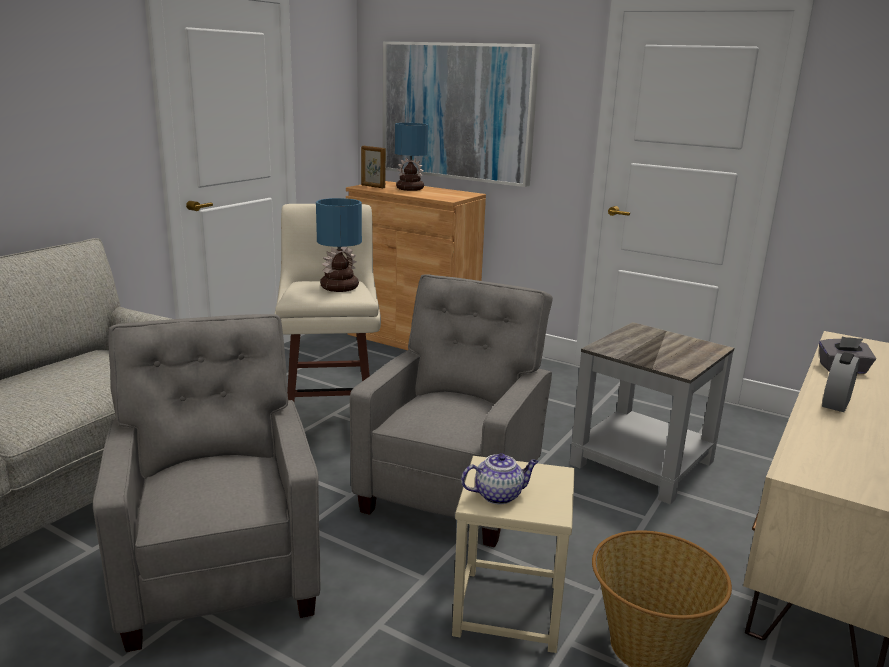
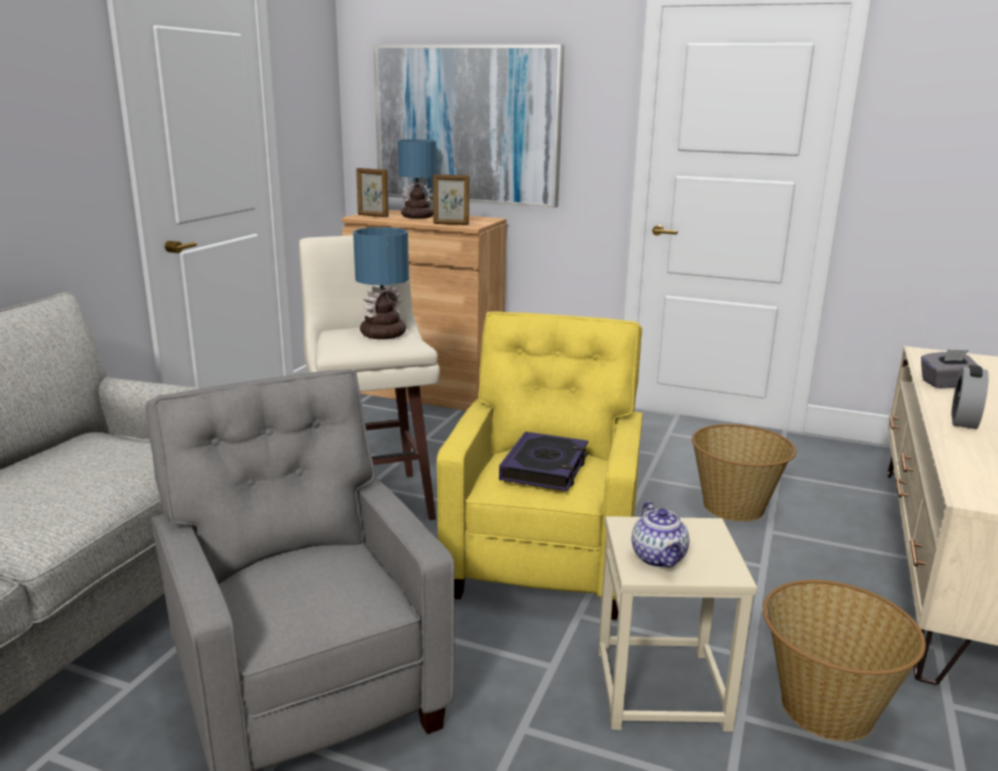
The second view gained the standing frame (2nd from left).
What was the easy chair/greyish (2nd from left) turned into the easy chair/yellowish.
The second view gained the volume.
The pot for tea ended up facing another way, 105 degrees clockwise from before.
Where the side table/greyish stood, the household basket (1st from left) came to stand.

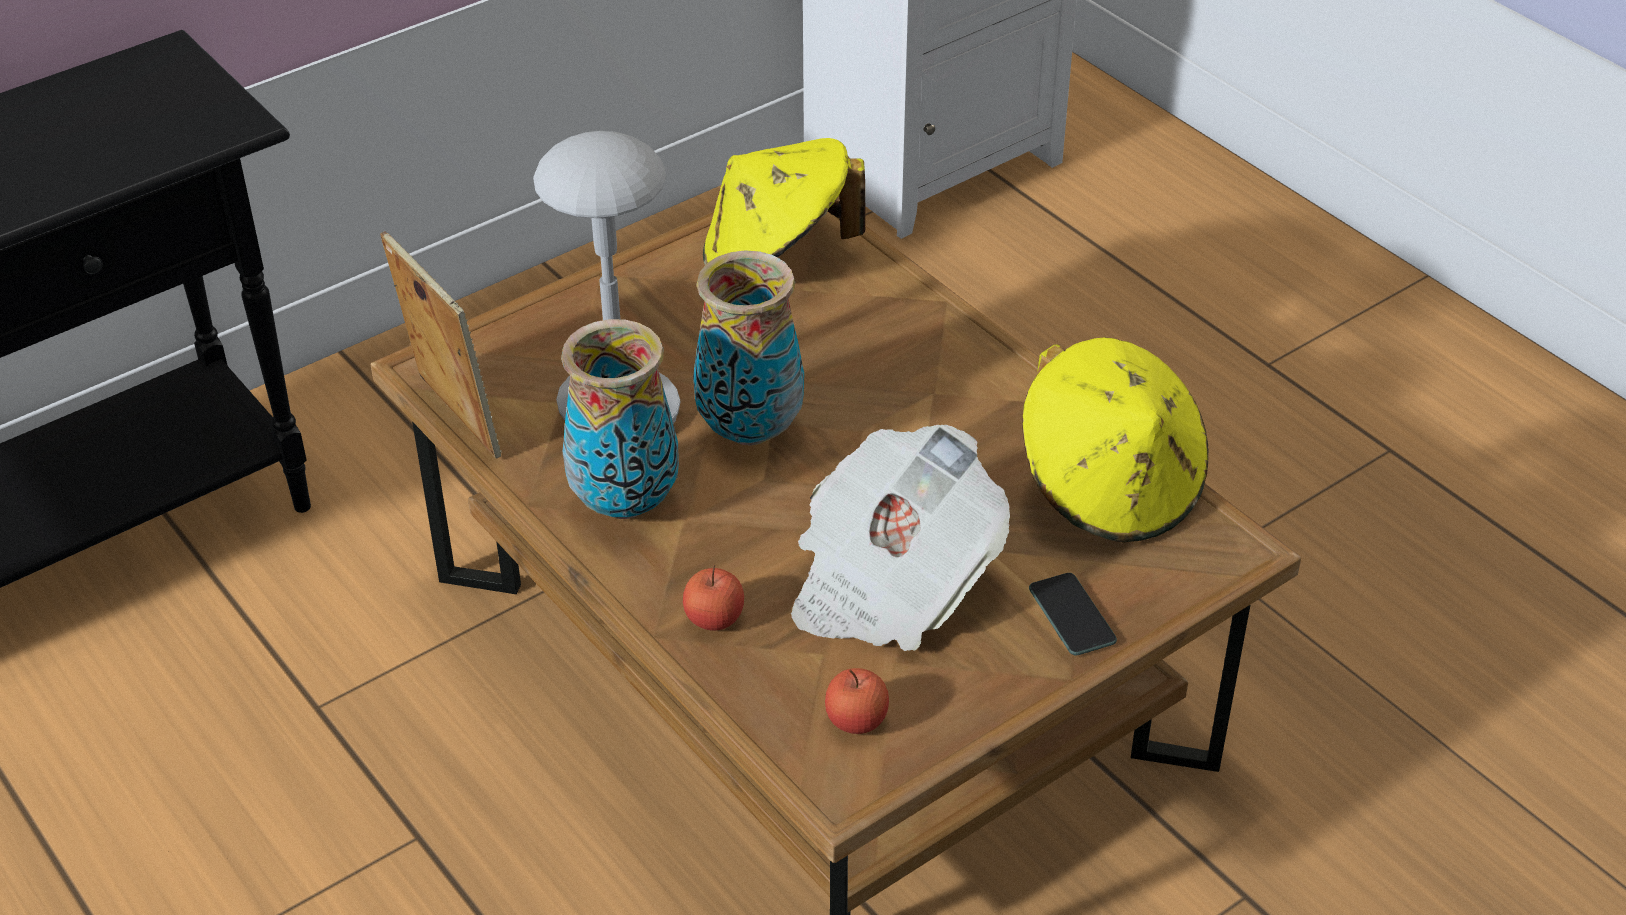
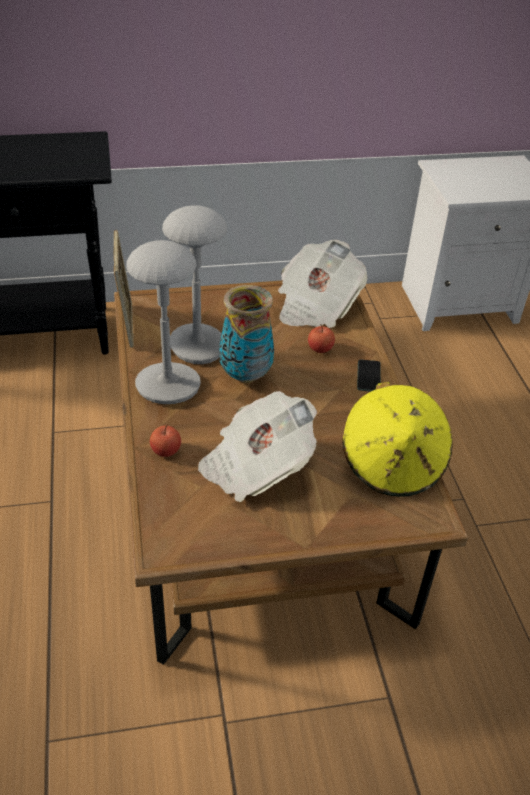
Where the vase (1st from left) stood, the tabletop lamp/greyish (1st from left) came to stand.
Where the hat/yellowish (1st from left) stood, the newspaper (2nd from left) came to stand.
The apple fruit (2nd from left) ended up elsewhere.
The phone ended up elsewhere.

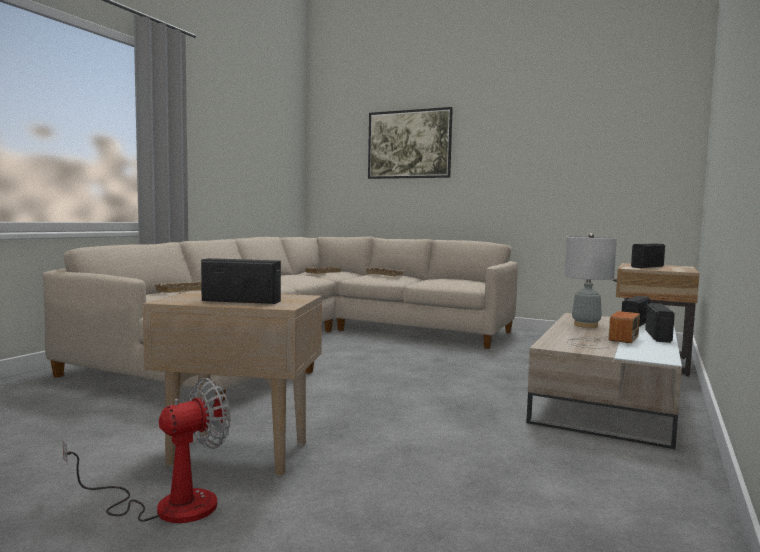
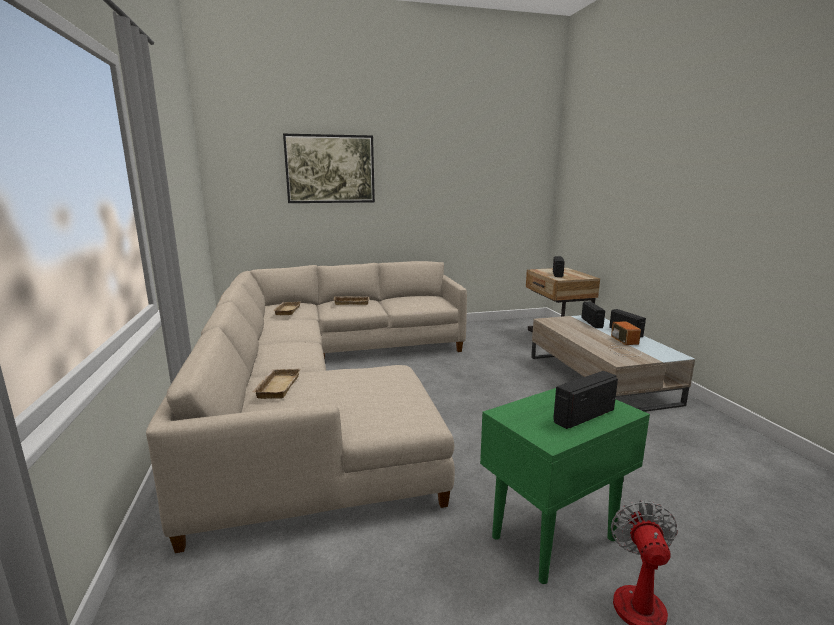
What was the side table/beige-coloured turned into the side table/greenish.
The second view lost the tabletop lamp/greyish.

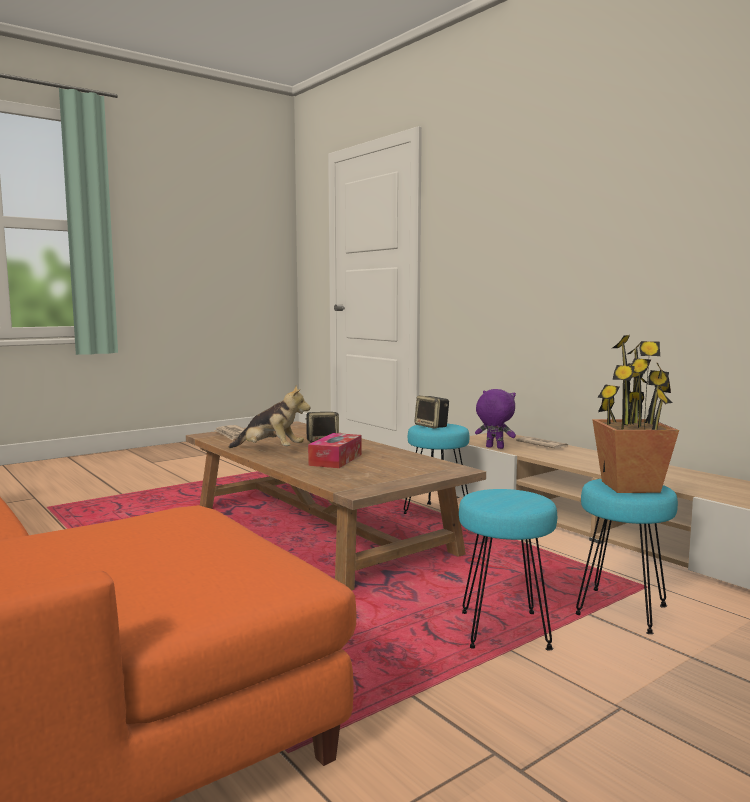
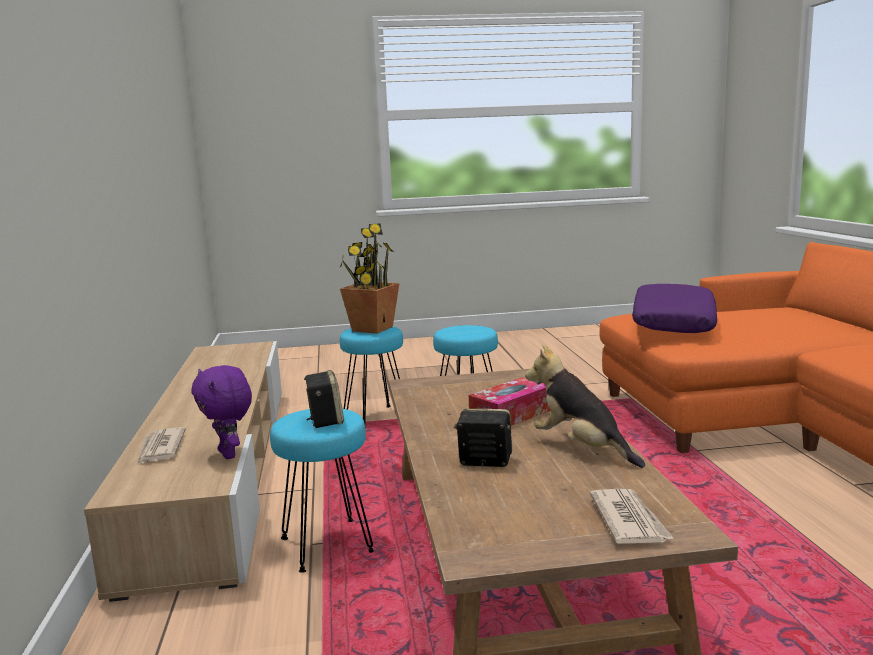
The second view gained the throw pillow/purplish.

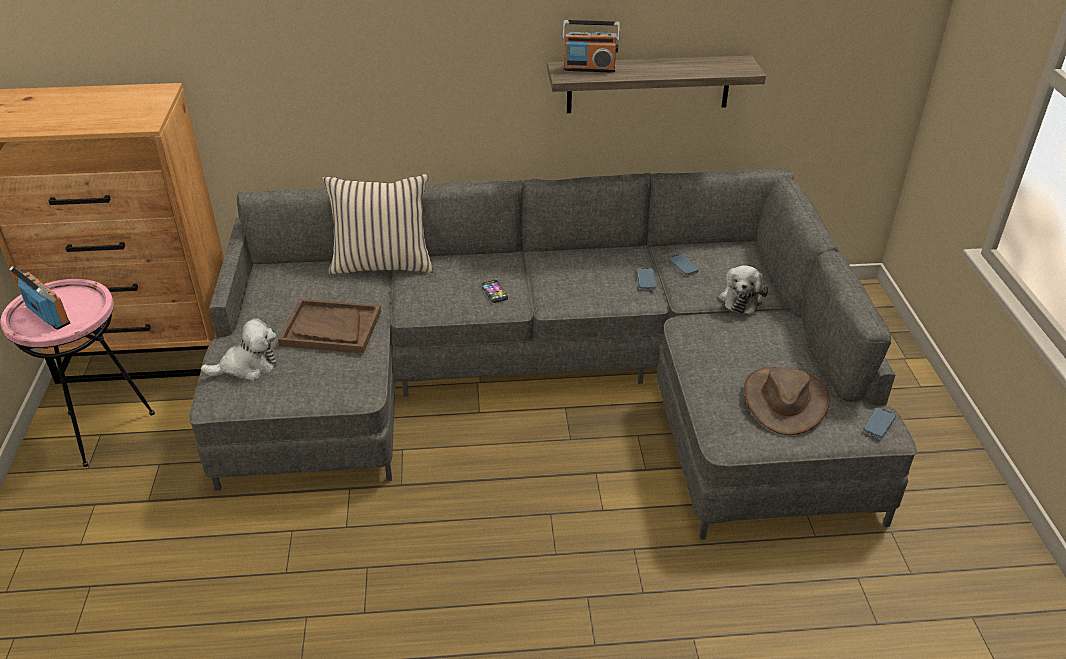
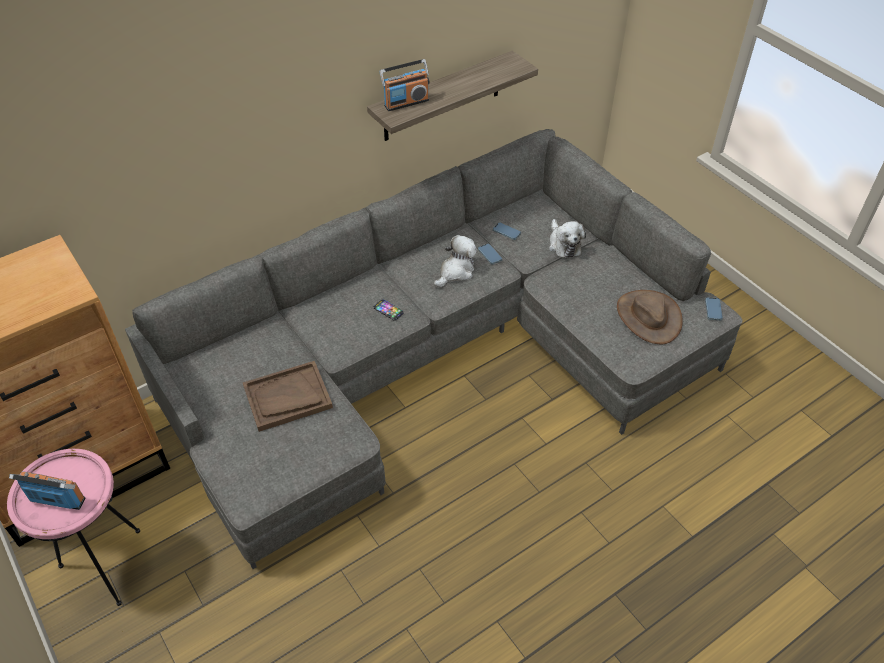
The soft toy (1st from left) ended up elsewhere.
The second view lost the throw pillow/beige-coloured.

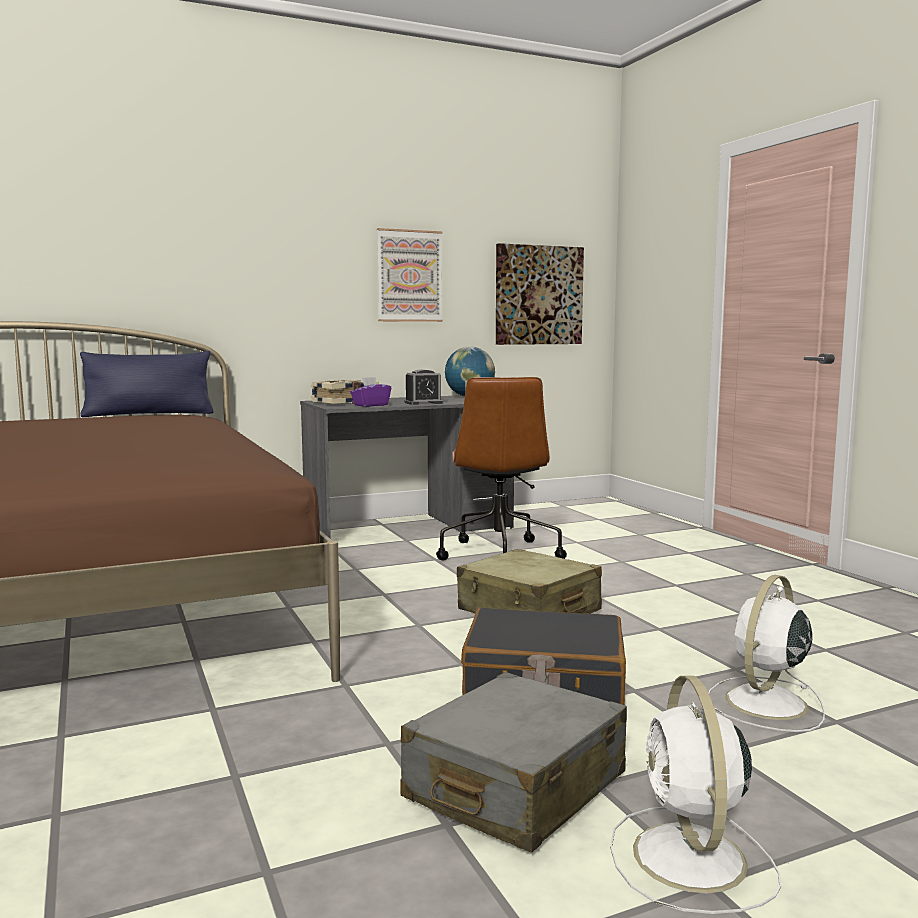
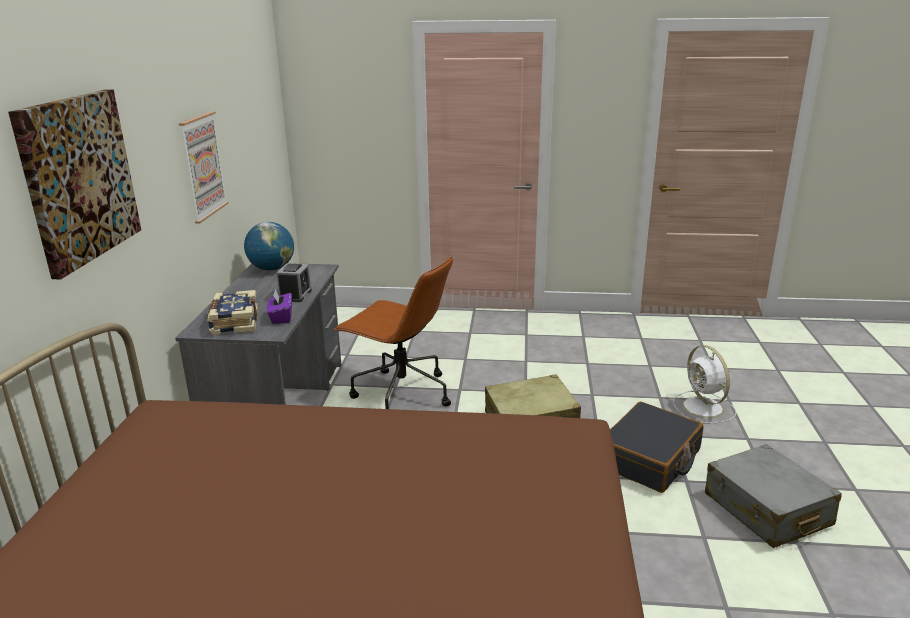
The wall art (2nd from left in the first image) ended up elsewhere.
The second view lost the throw pillow/blue.
The second view lost the fan/whitish (1st from left).

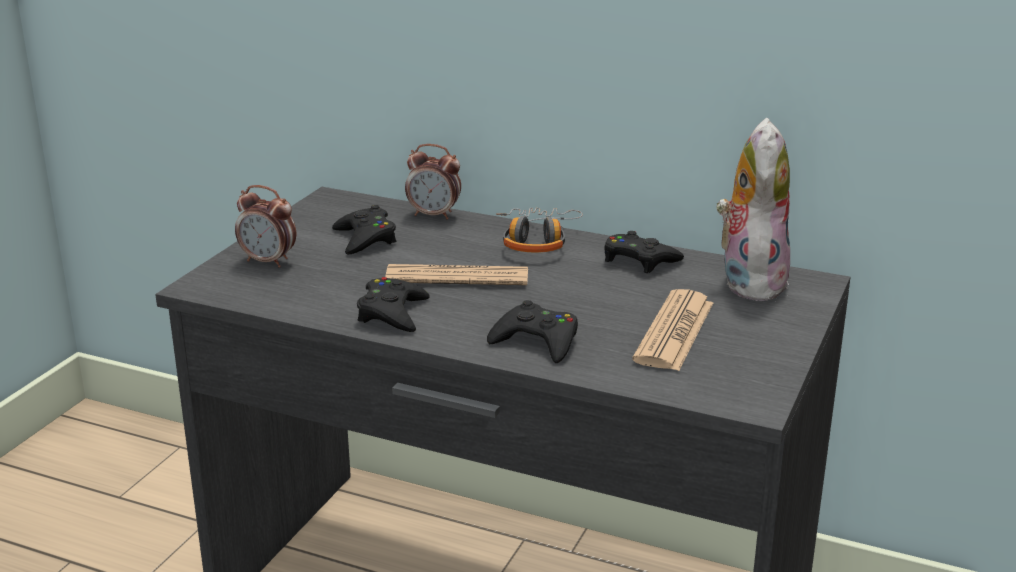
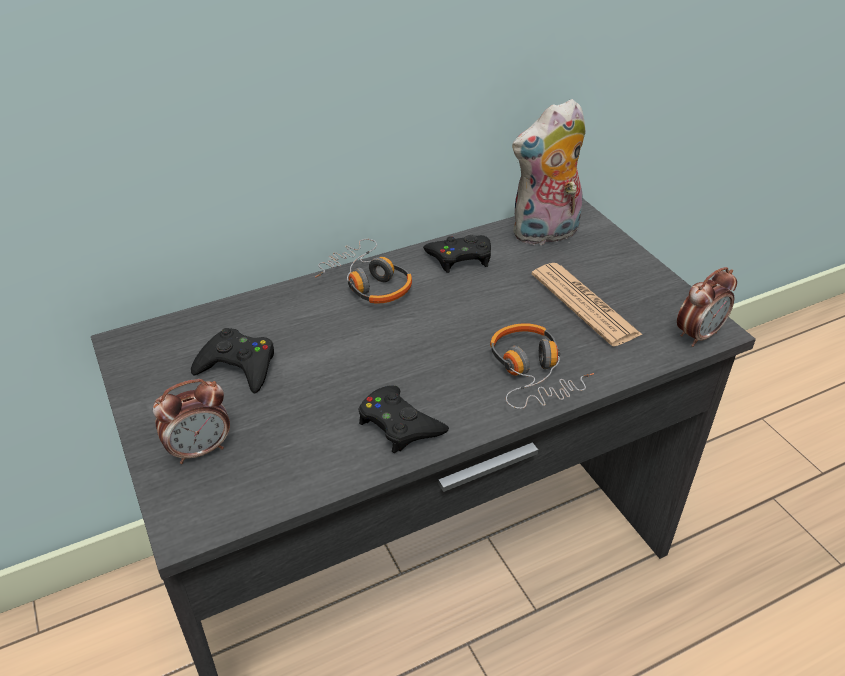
Where the joypad/blackish (3rd from left) stood, the pair of headphones (2nd from left) came to stand.
The soft toy ended up facing another way, 75 degrees counterclockwise from before.
The table clock (2nd from left) ended up elsewhere.
The second view lost the newspaper (1st from left).

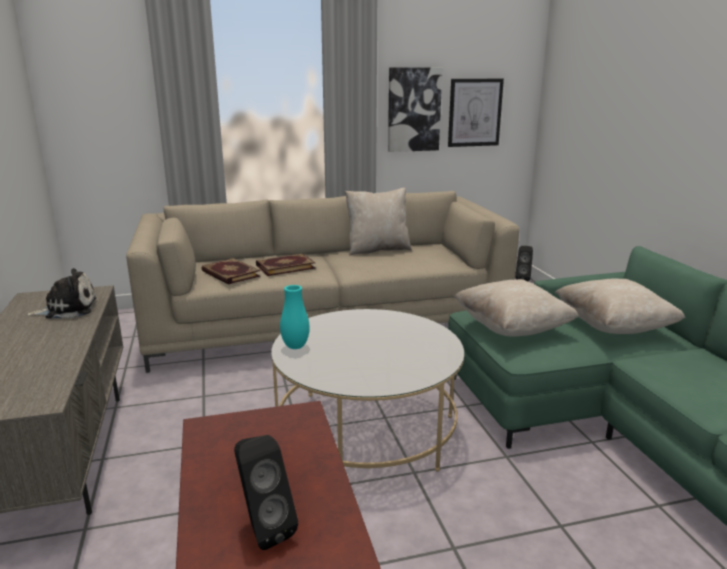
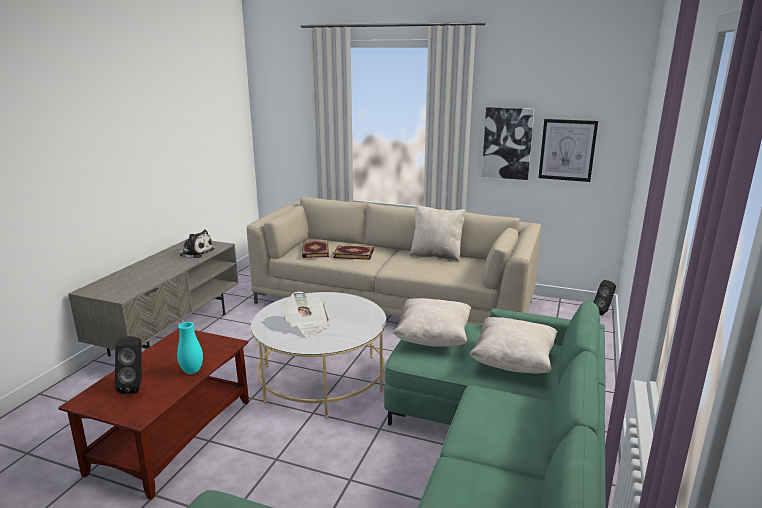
The vase/blue-green ended up elsewhere.
The second view gained the newspaper.

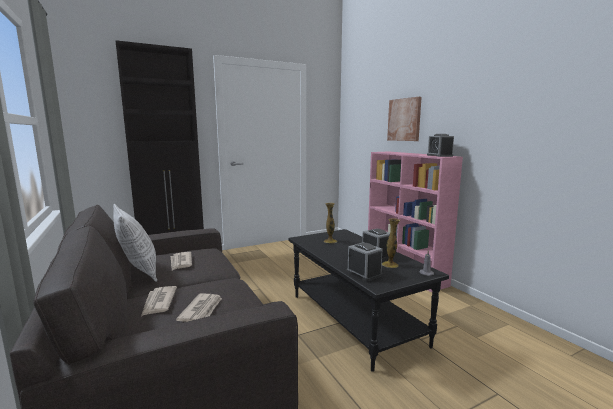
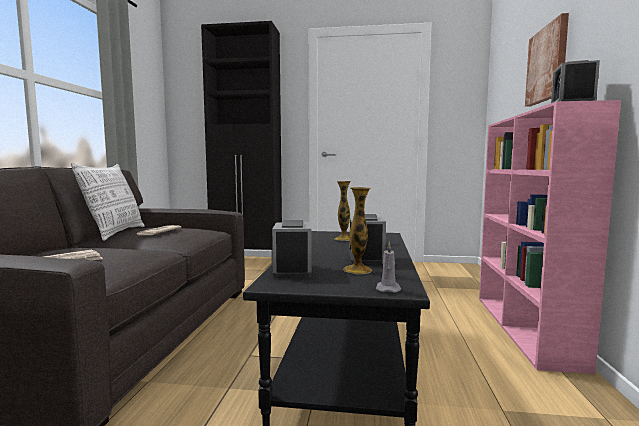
The second view lost the newspaper (1st from left).

